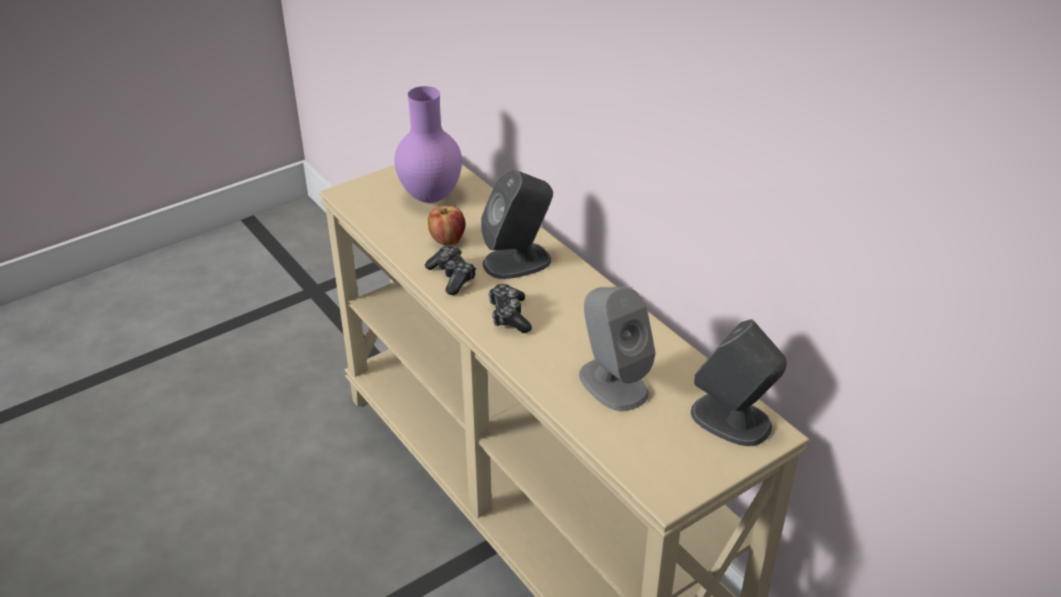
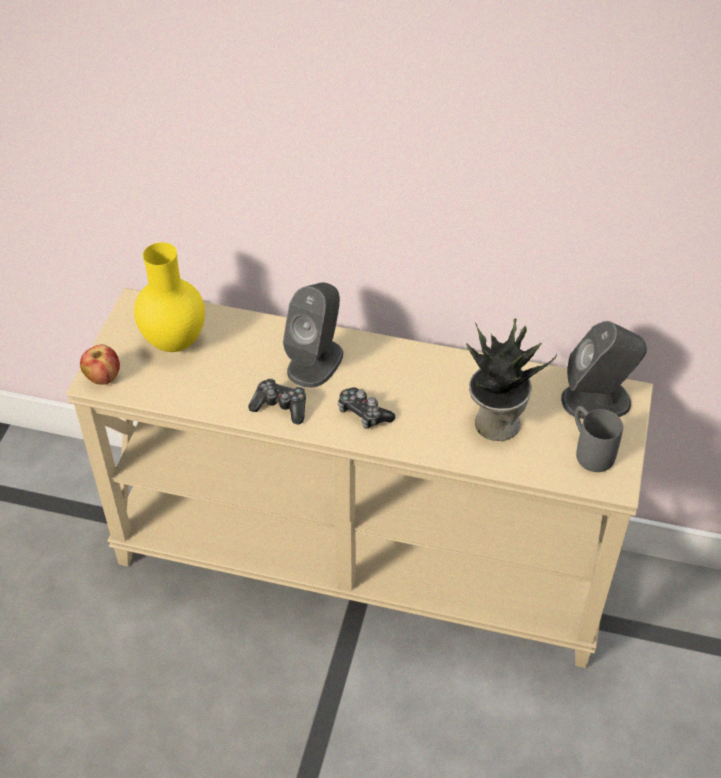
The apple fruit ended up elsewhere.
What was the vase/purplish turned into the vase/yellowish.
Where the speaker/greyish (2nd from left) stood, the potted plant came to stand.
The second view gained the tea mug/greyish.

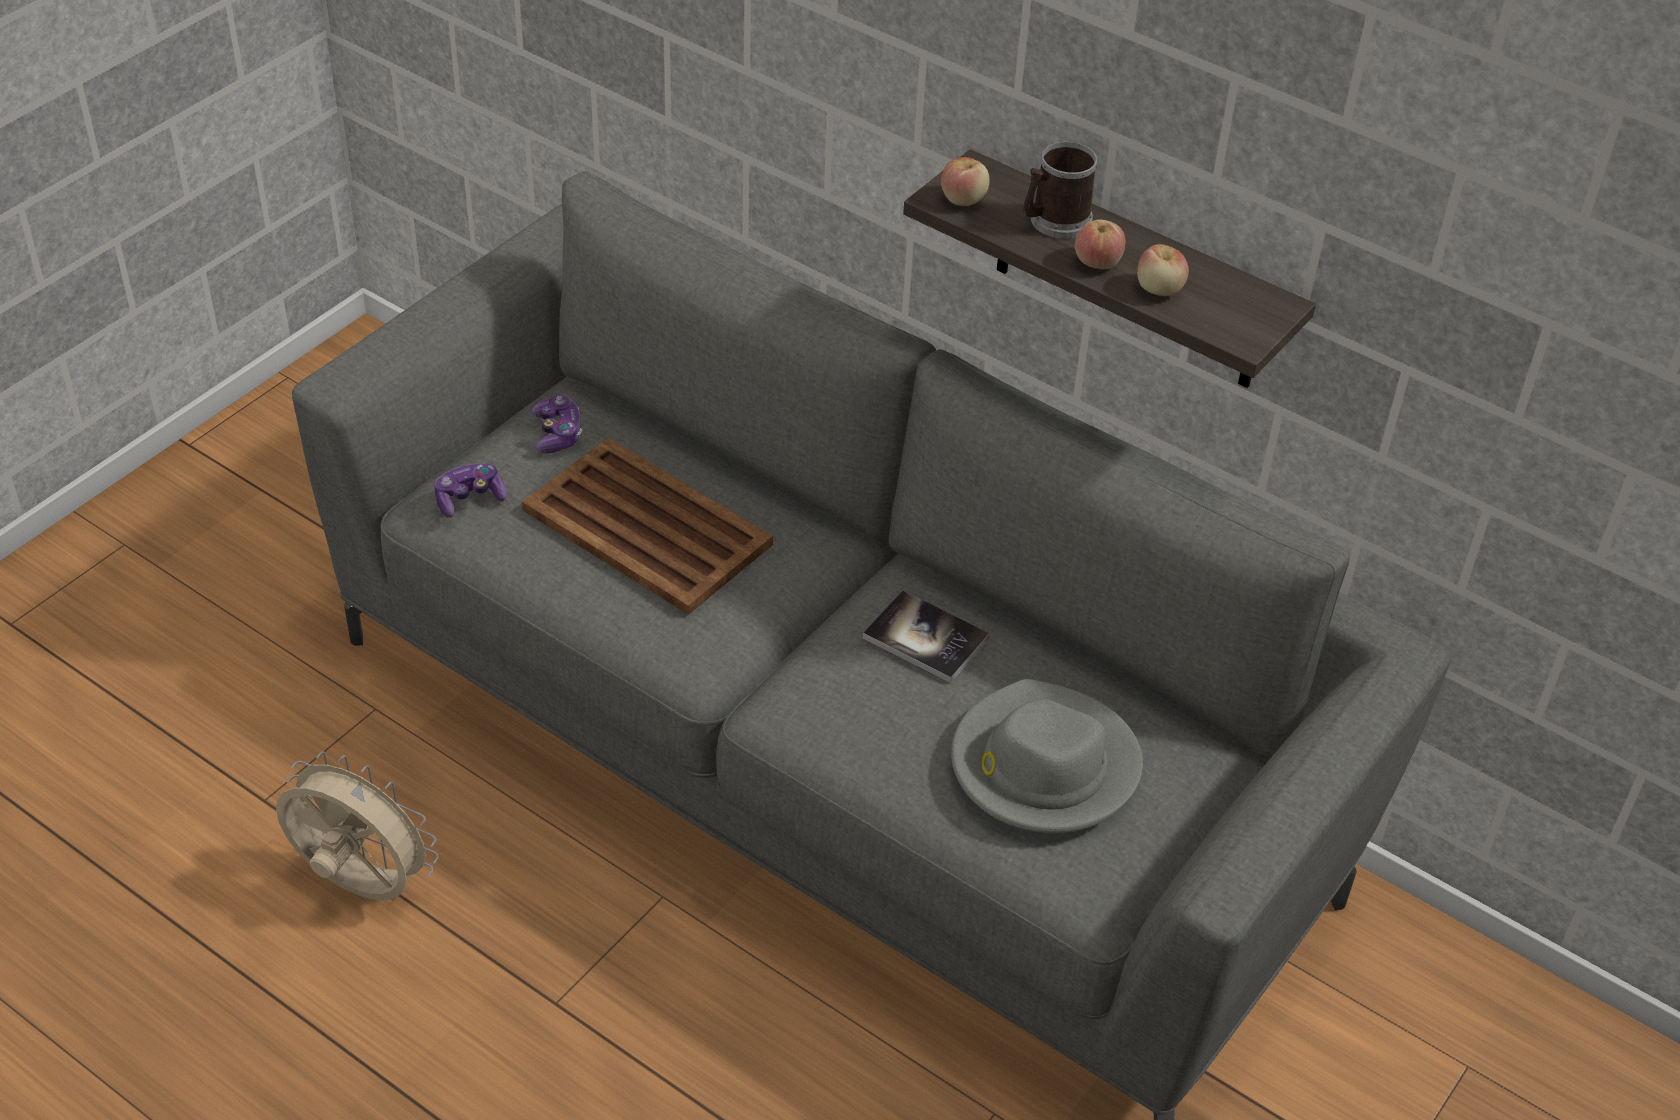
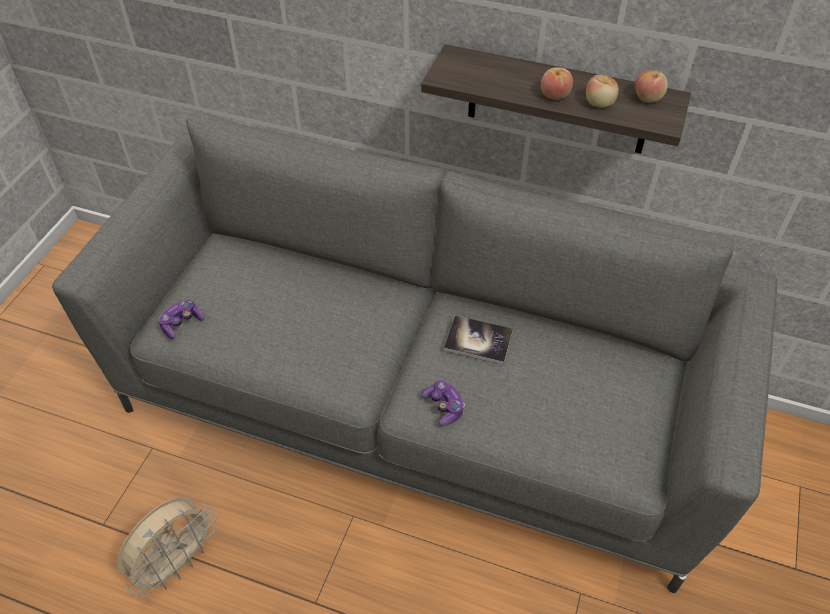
The fan/beige-coloured ended up facing another way, 120 degrees clockwise from before.
The joypad (2nd from left) ended up elsewhere.
The apple fruit (1st from left in the first image) ended up elsewhere.
The second view lost the tray/brown.
The second view lost the hat/greyish.
The second view lost the tea mug.

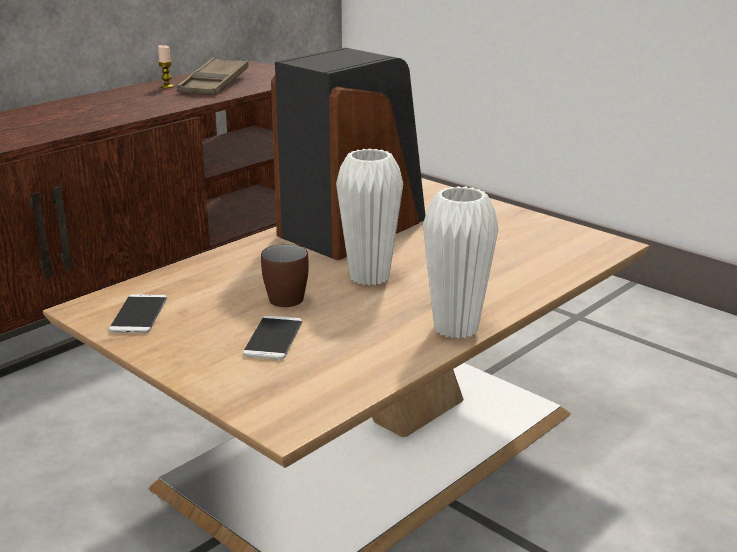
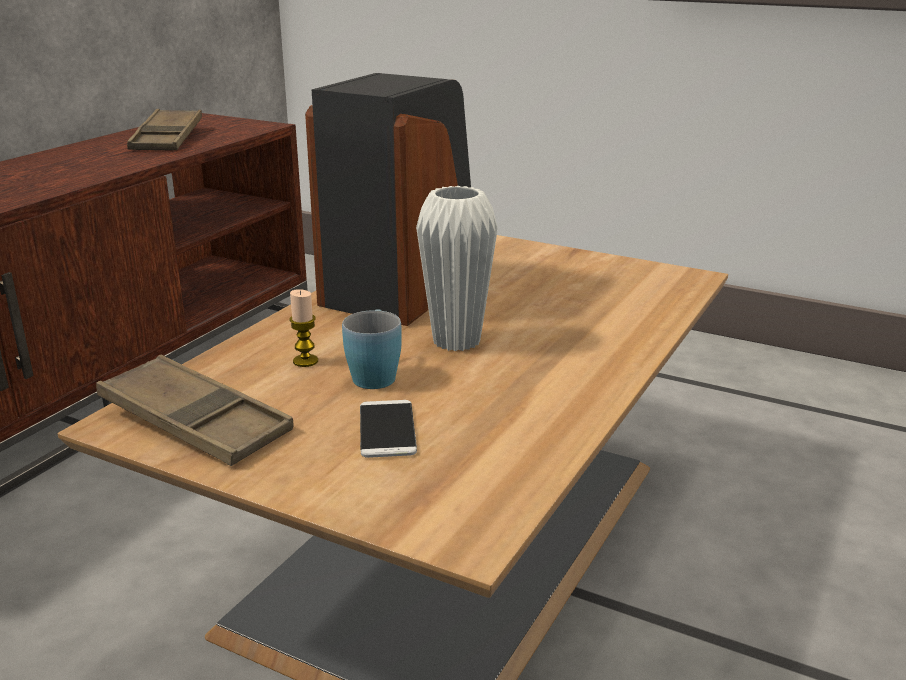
Where the phone (1st from left) stood, the tray/brown (2nd from left) came to stand.
The candle ended up elsewhere.
What was the tea mug/brown turned into the tea mug/blue.
The second view lost the vase/whitish (2nd from left).

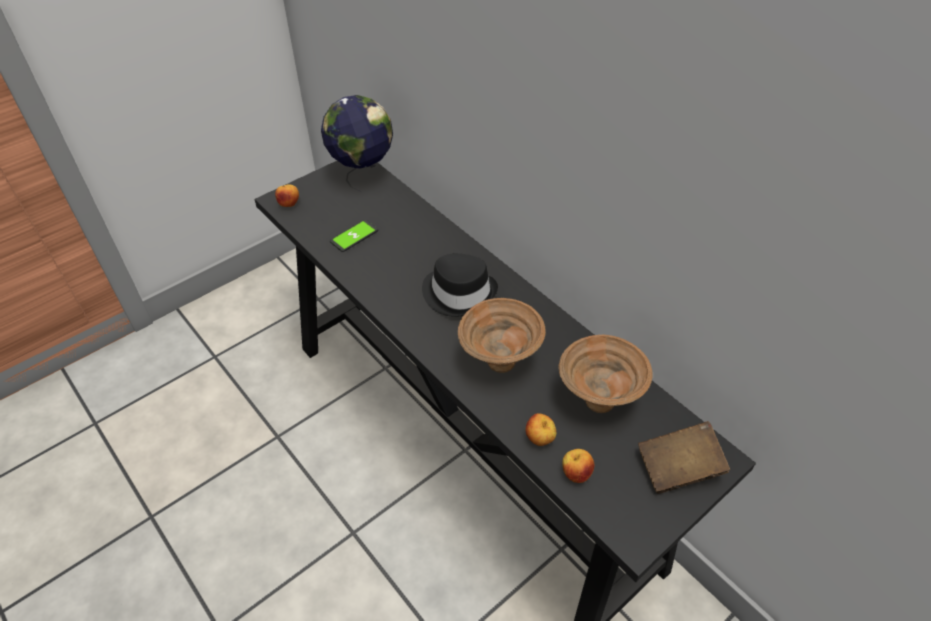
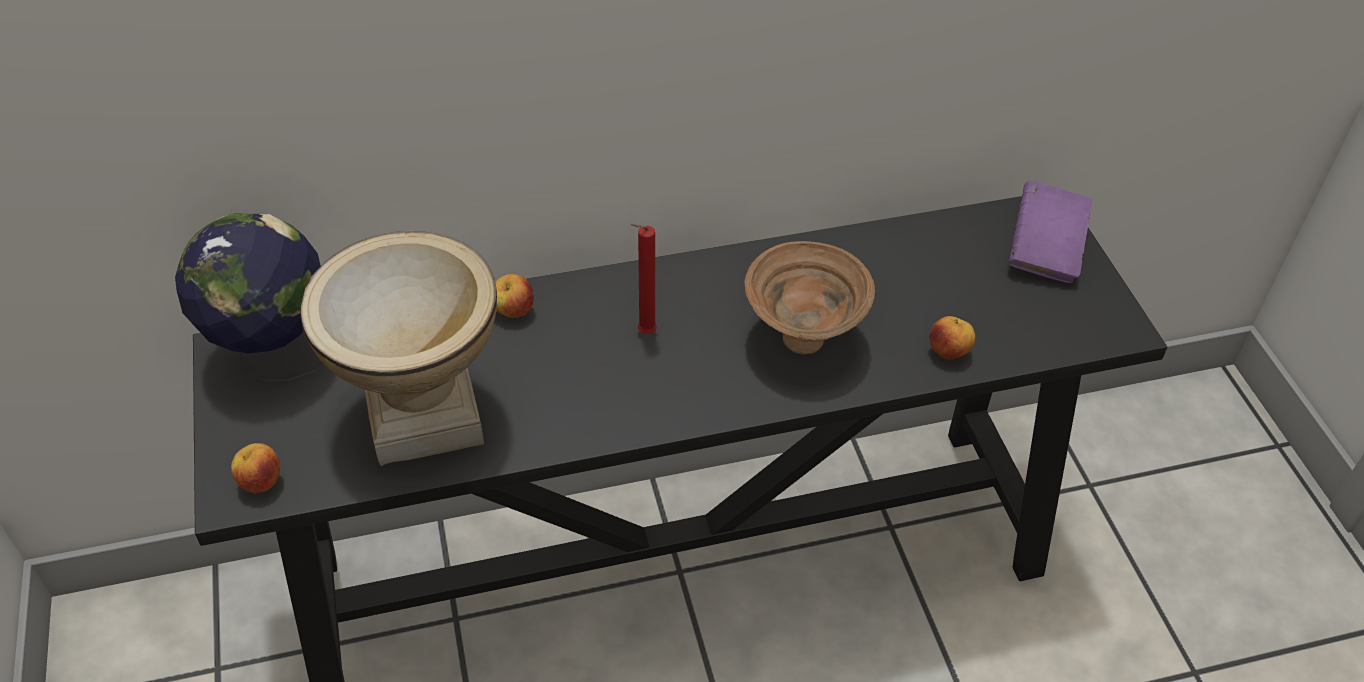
Where the phone stood, the vase came to stand.
The apple fruit (3rd from left in the first image) ended up elsewhere.
Where the hat/blackish stood, the candle/reddish came to stand.
What was the volume/brown turned into the volume/purplish.
The second view lost the deep dish/brown (2nd from left).

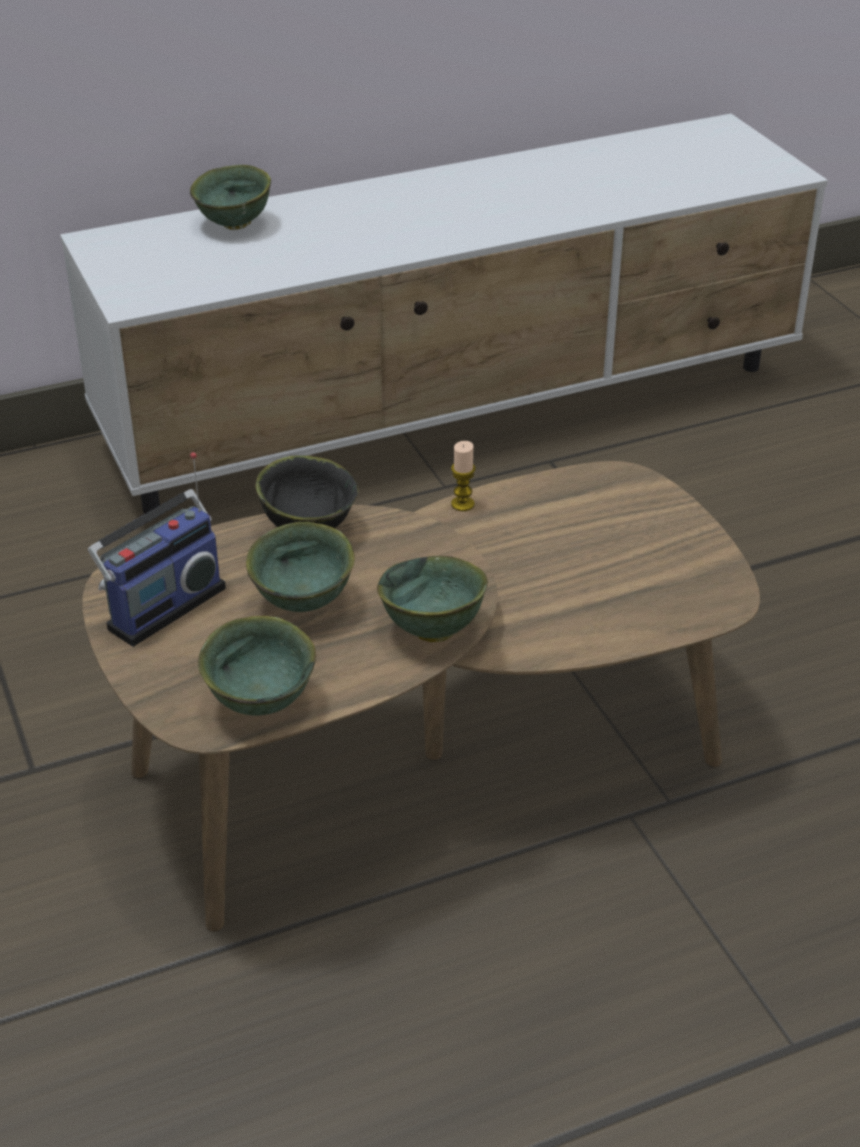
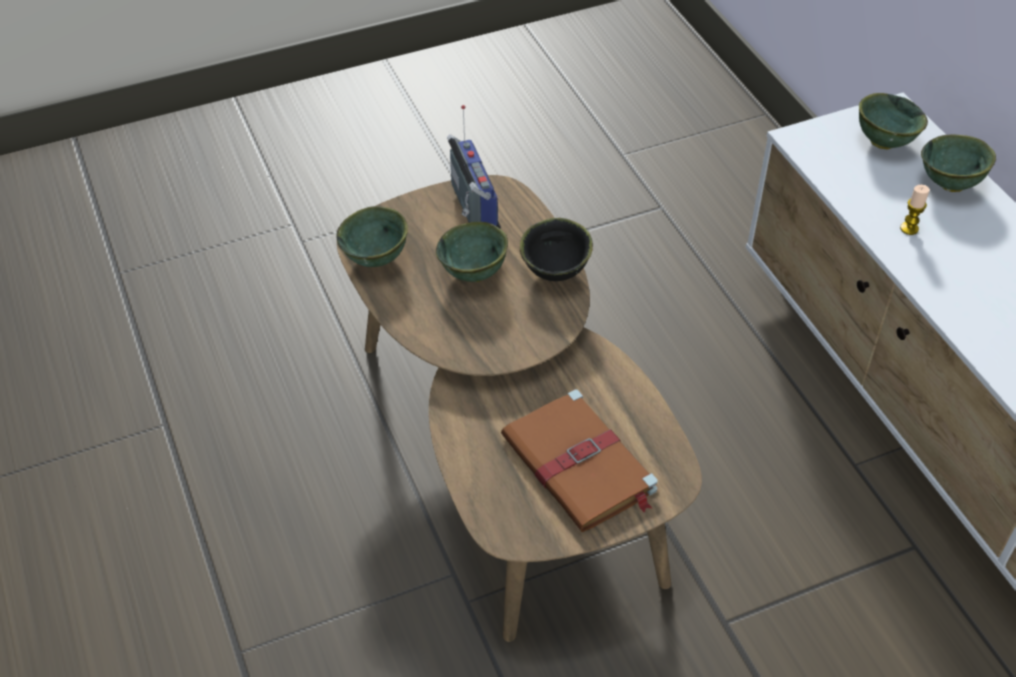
The radio receiver ended up facing another way, 150 degrees counterclockwise from before.
The second view gained the volume/brown.
The deep dish/greenish (4th from left in the first image) ended up elsewhere.
The candle ended up elsewhere.

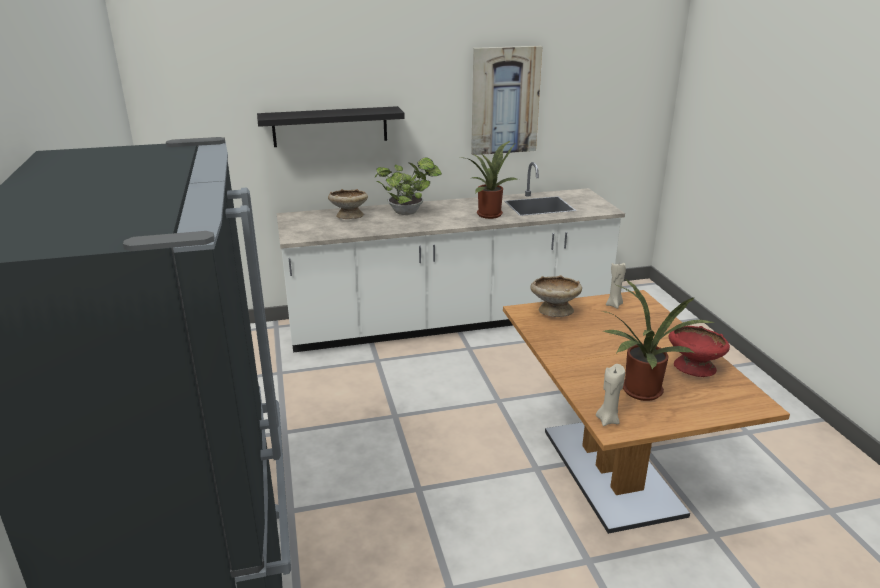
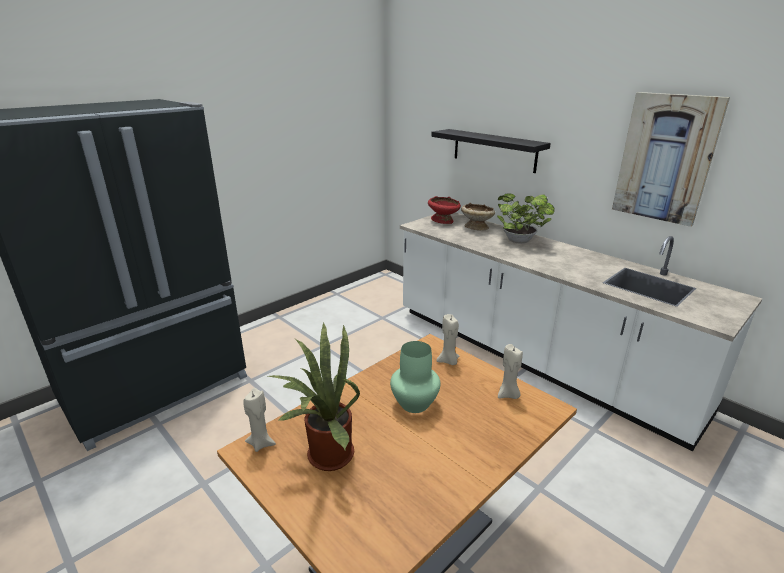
The second view gained the vase/greenish.
The deep dish/reddish ended up elsewhere.
Where the deep dish/beige-coloured (2nd from left) stood, the candle/beige-coloured (2nd from left) came to stand.
The second view lost the potted plant (2nd from left).

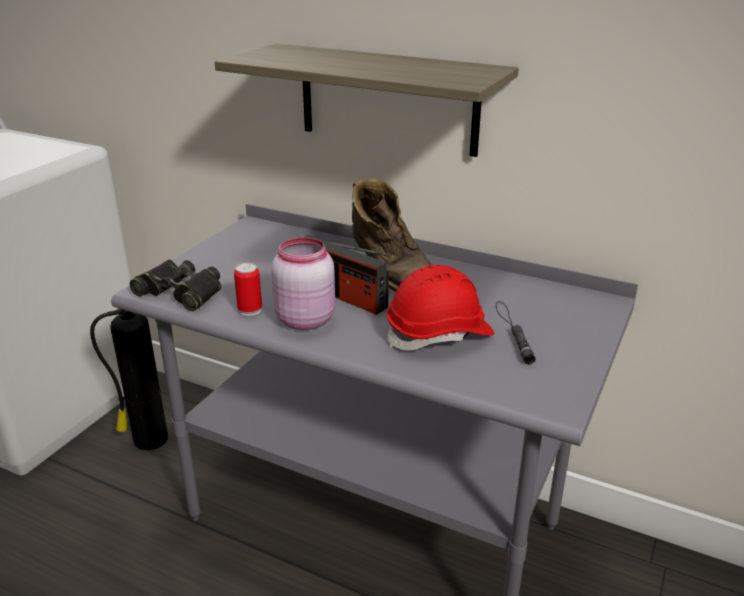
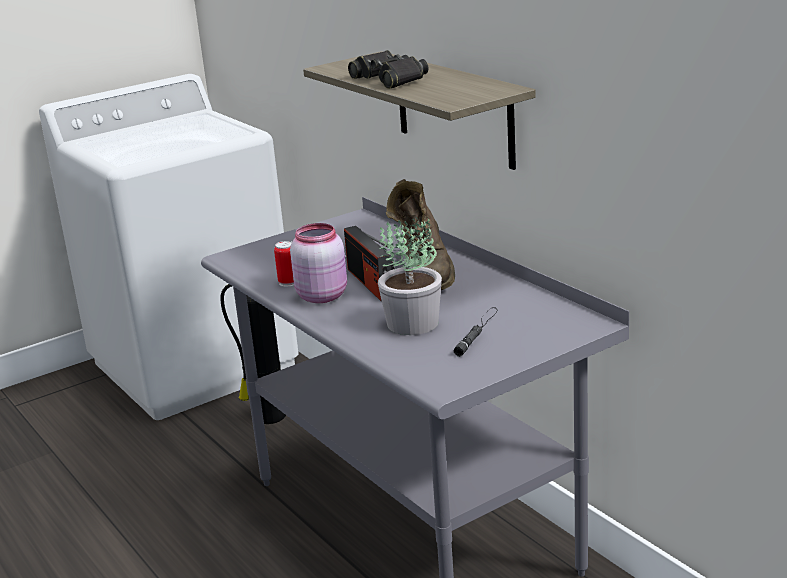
The pair of binoculars/blackish ended up elsewhere.
Where the hard hat/reddish stood, the potted plant came to stand.

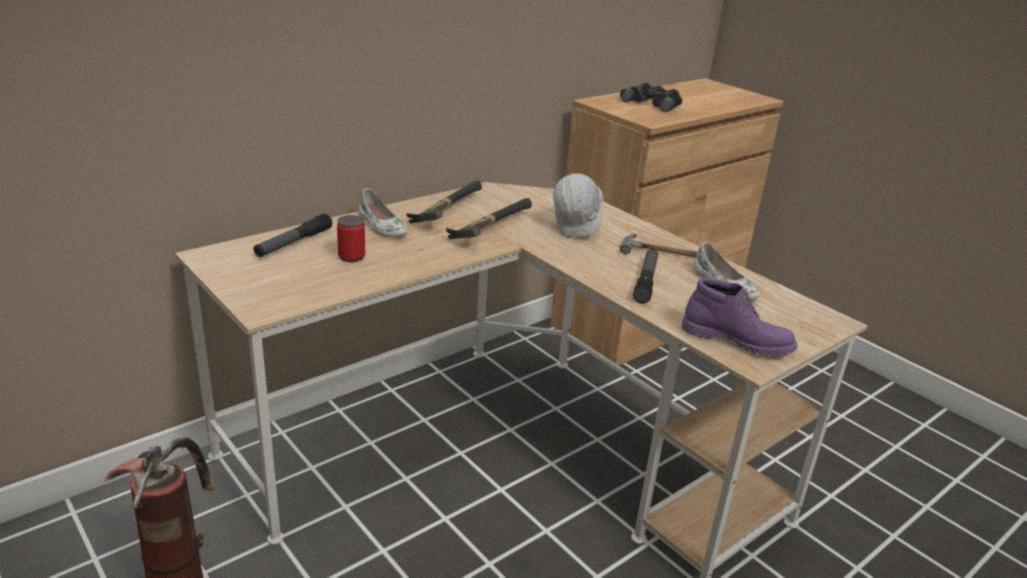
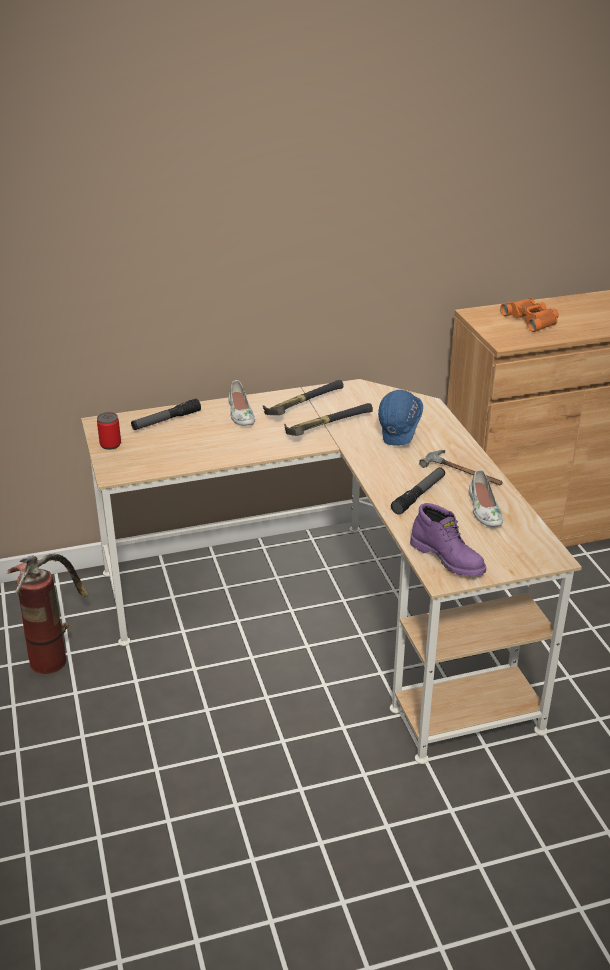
The can ended up elsewhere.
What was the hard hat/whitish turned into the hard hat/blue.
What was the pair of binoculars/blackish turned into the pair of binoculars/orangey.

